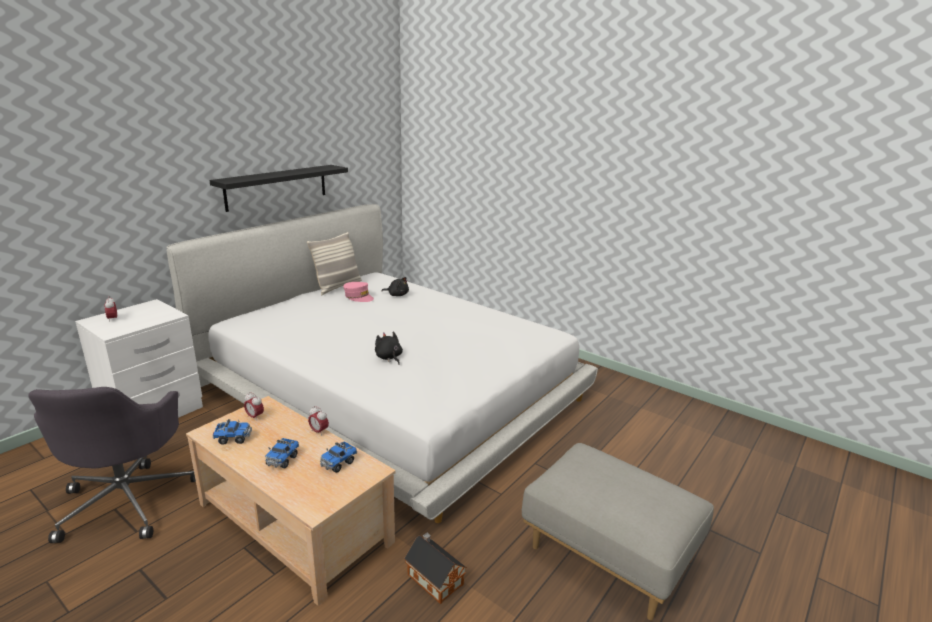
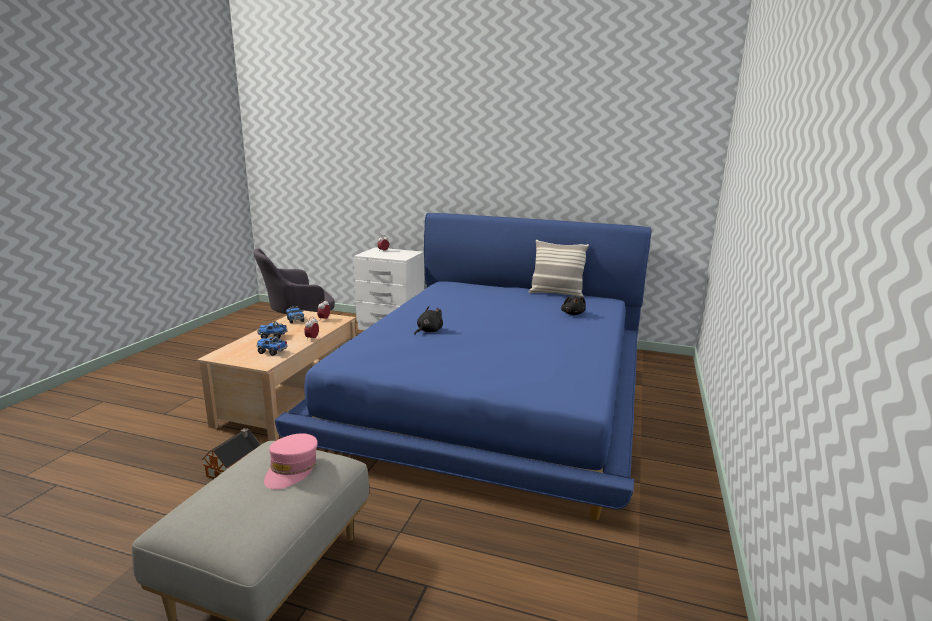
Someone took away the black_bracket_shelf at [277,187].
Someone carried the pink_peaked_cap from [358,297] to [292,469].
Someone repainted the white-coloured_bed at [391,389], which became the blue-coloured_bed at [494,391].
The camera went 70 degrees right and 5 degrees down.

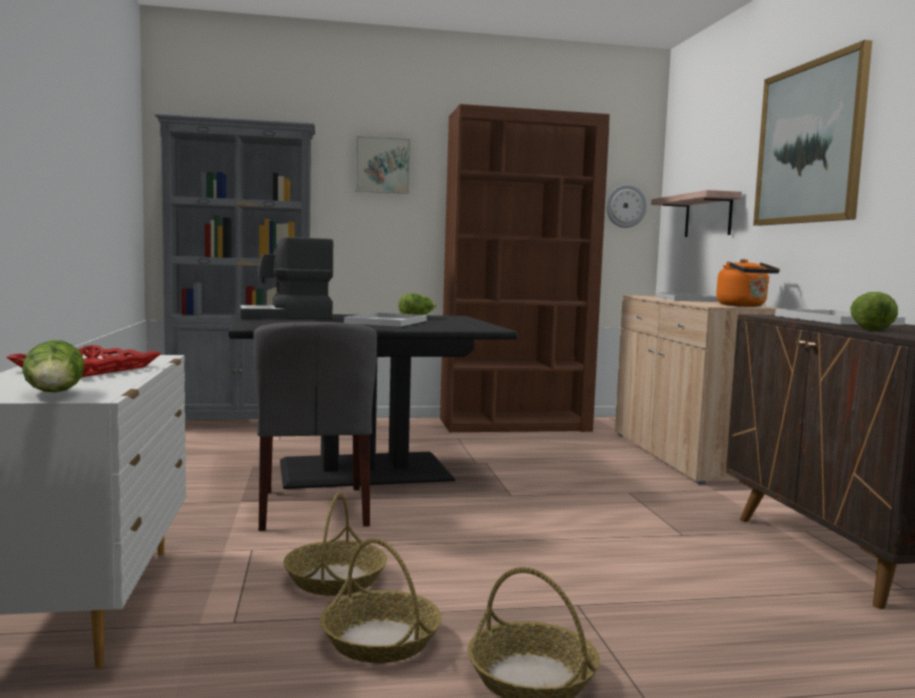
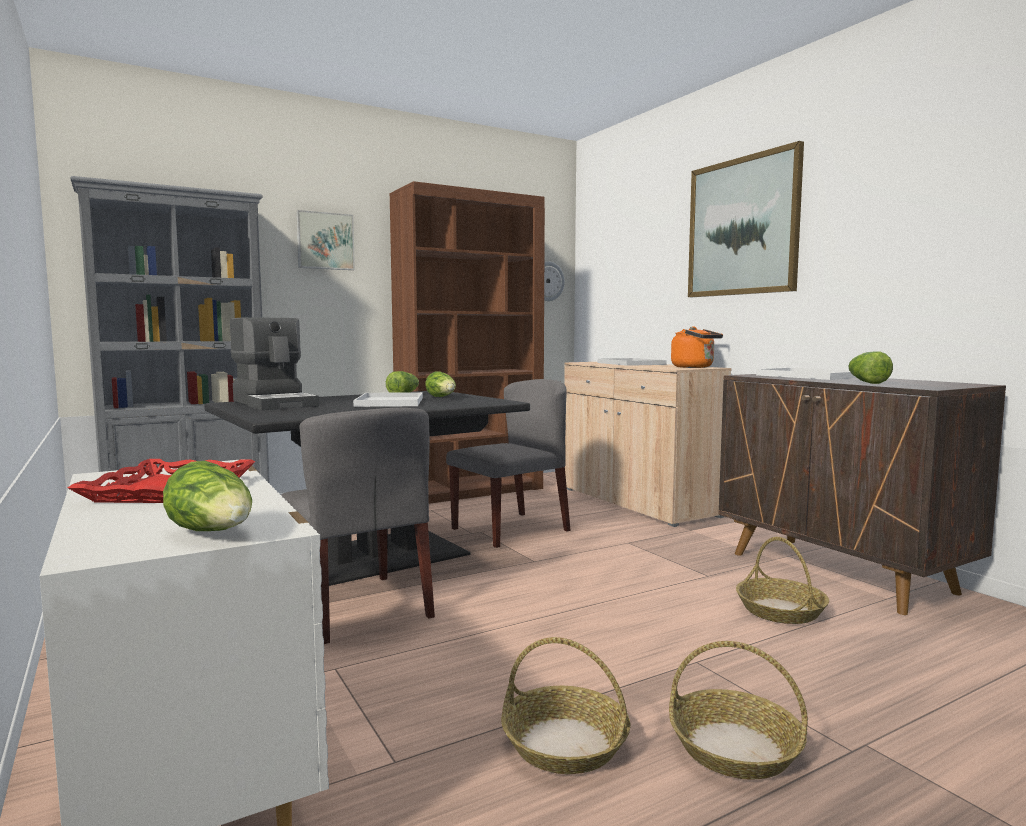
Someone took away the bracket_shelf at [708,216].
Someone put down the lettuce at [442,397].
Someone put down the grey_plain_chair at [511,529].
Someone carried the household_basket from [335,580] to [781,611].
Someone rotated the coffee_machine at [287,317] by 90 degrees counterclockwise.
The camera went 20 degrees left and 0 degrees up.

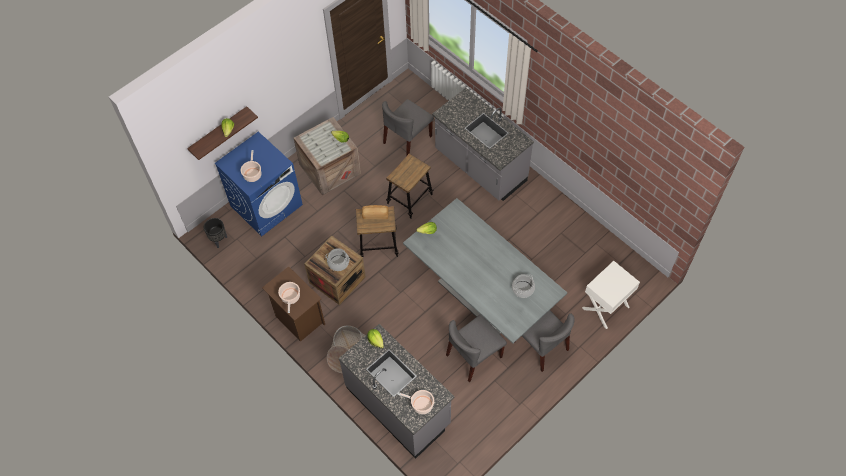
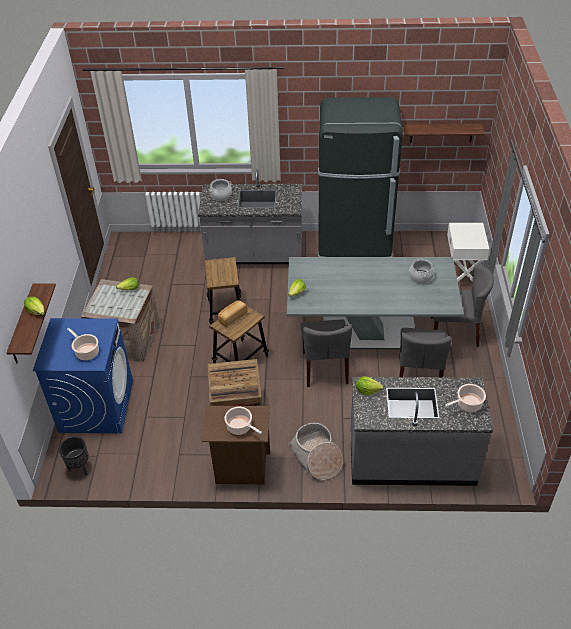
Someone put down the black_fridge at [354,250].
Someone put up the bracket_shelf at [441,133].
Someone carried the cooking_pot from [338,263] to [221,195].
Someone carried the grey_plain_chair from [407,140] to [325,368].
The camera went 45 degrees left and 15 degrees down.

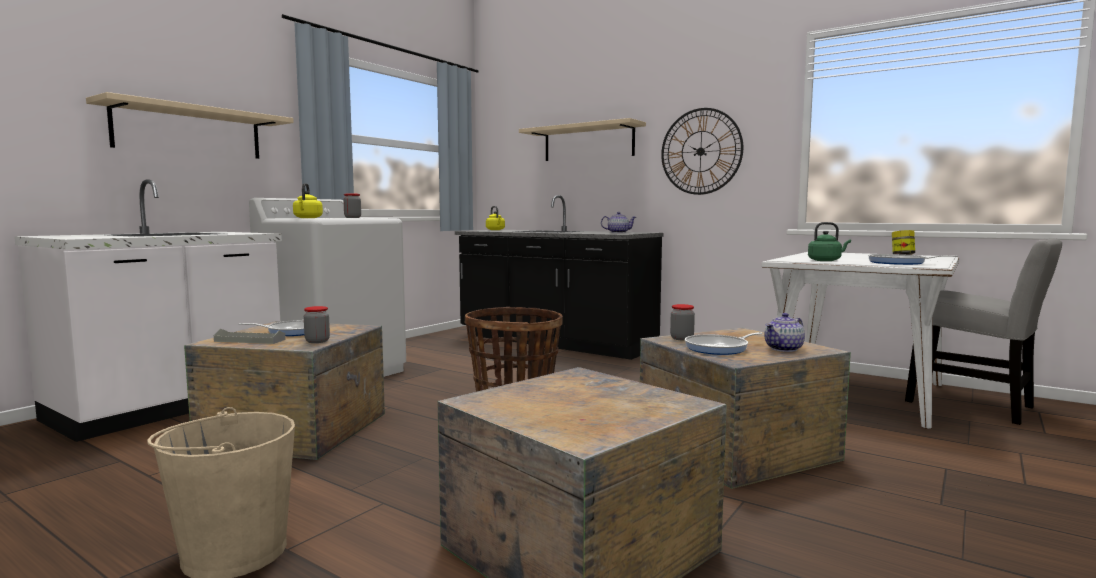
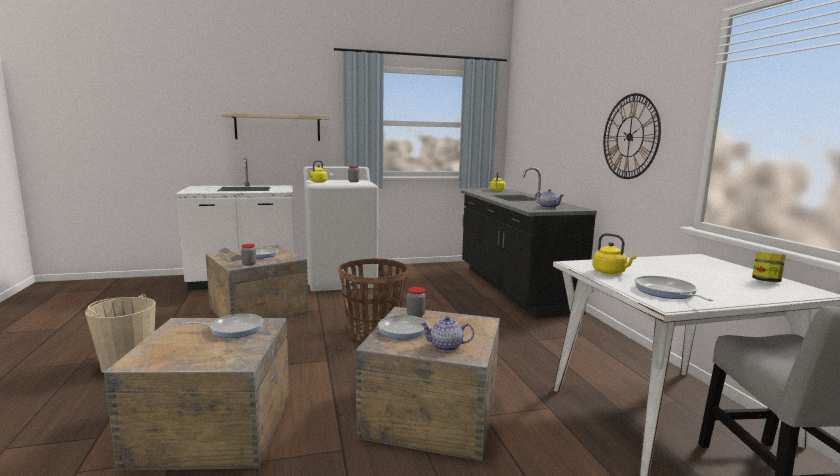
Someone took away the beige-coloured_bracket_shelf at [588,143].
Someone put down the skillet at [233,329].
Someone repainted the greenish_kettle at [826,260], which became the yellow_kettle at [610,272].
The camera went 40 degrees right and 5 degrees up.

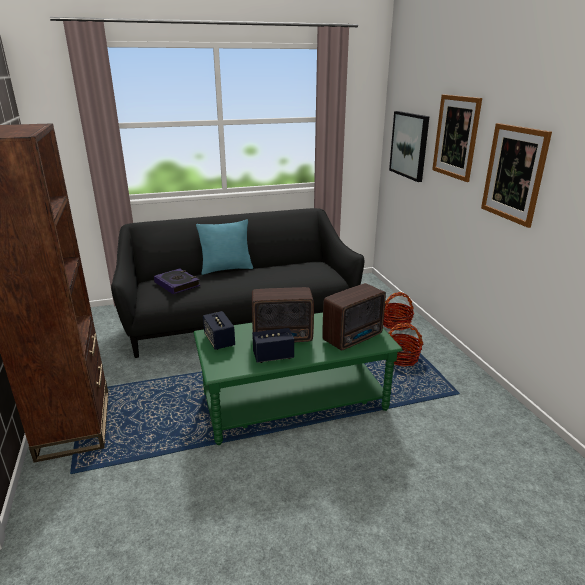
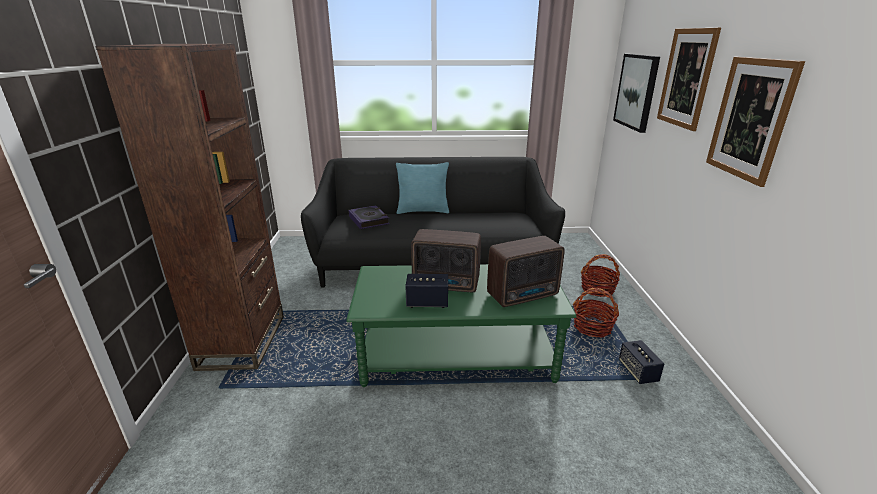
Someone carried the loudspeaker from [219,341] to [637,372].
The camera went 15 degrees right and 0 degrees up.

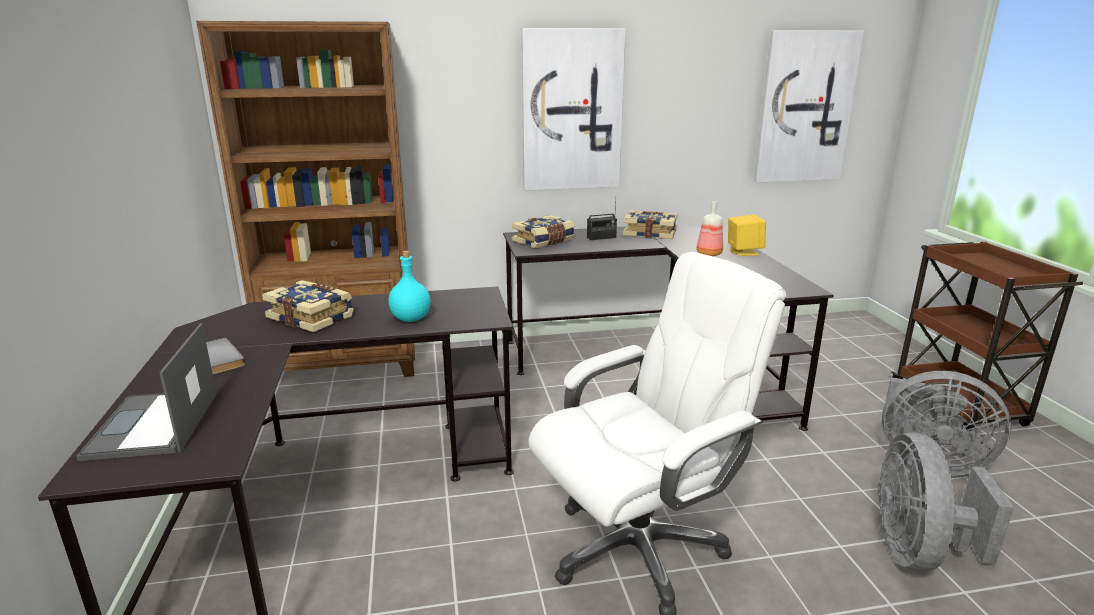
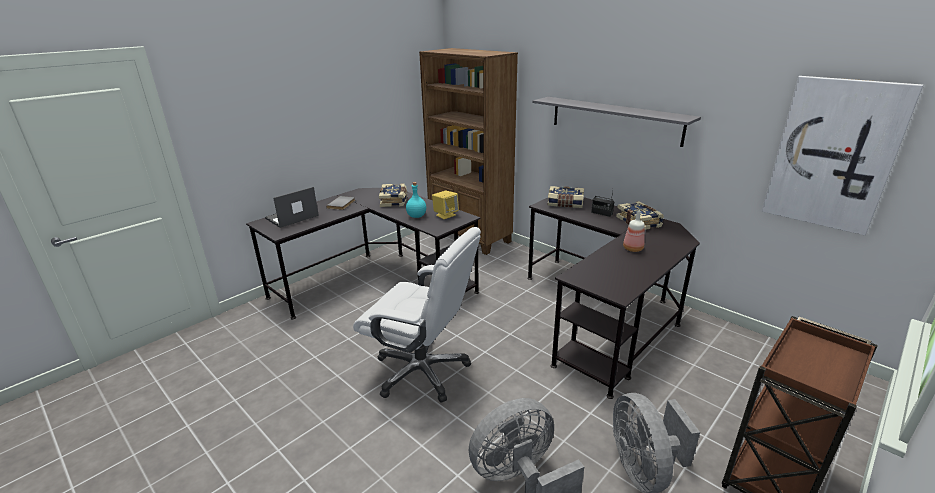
Someone carried the yellow_loudspeaker from [743,252] to [445,215].
Someone swapped the picture at [572,111] for the grey_bracket_shelf at [614,120].
The camera went 55 degrees right and 5 degrees up.

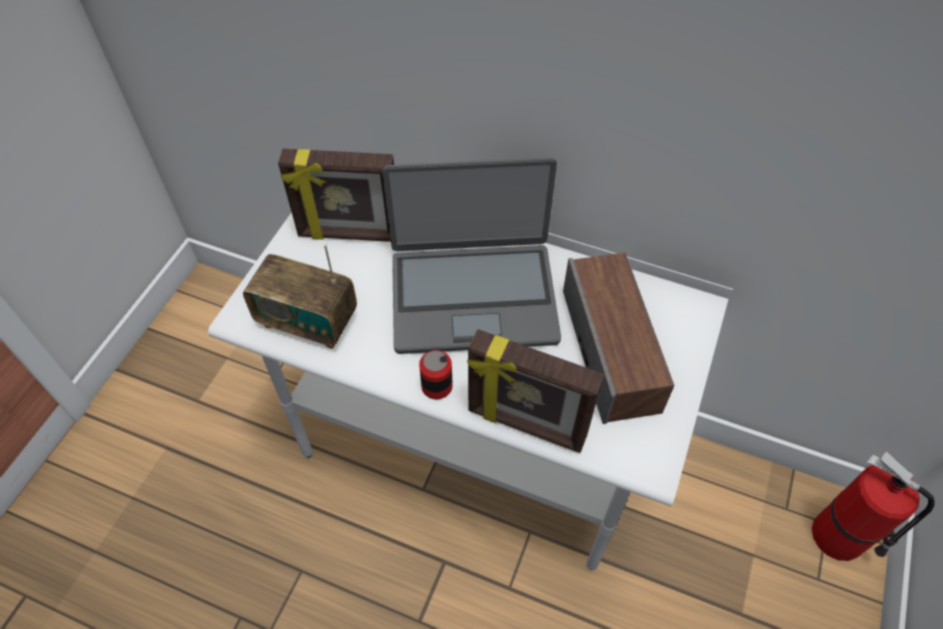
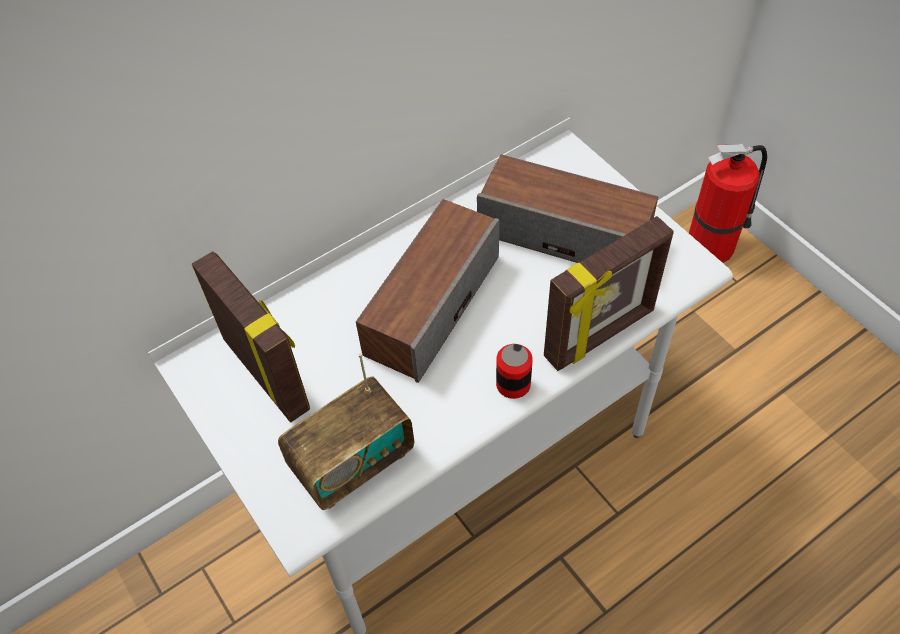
Someone swapped the laptop at [473,296] for the loudspeaker at [431,304].
Someone rotated the photo_frame at [349,235] by 75 degrees counterclockwise.
The camera went 55 degrees left and 0 degrees up.

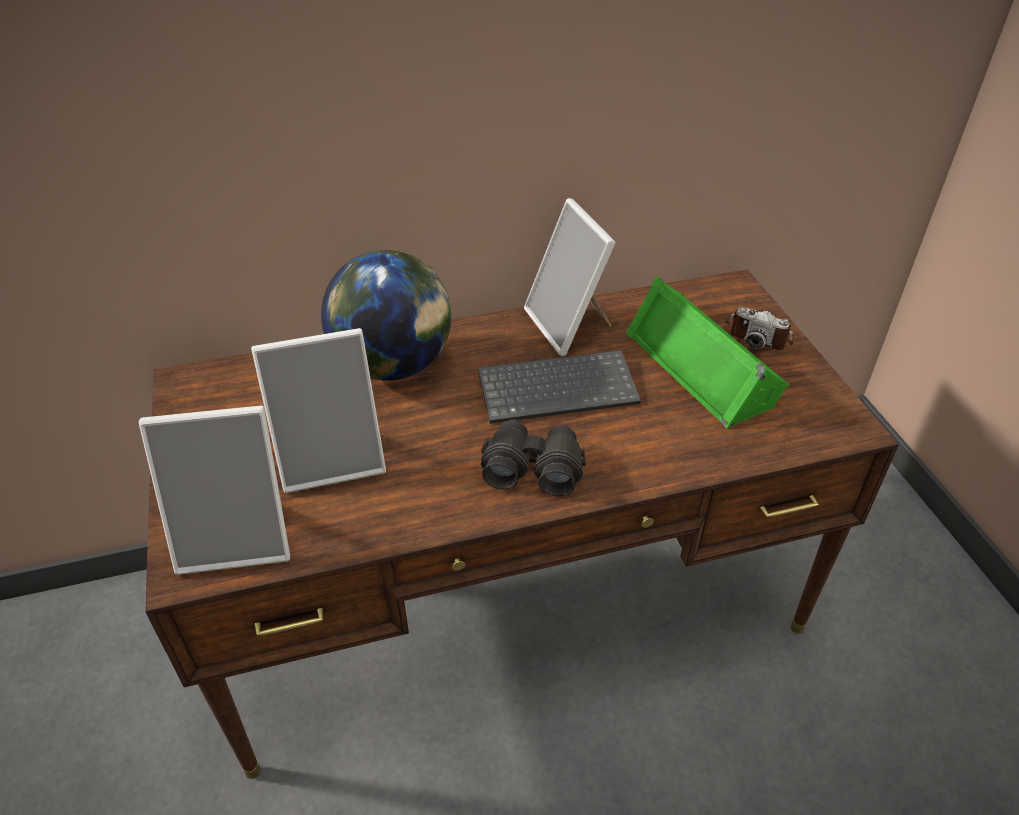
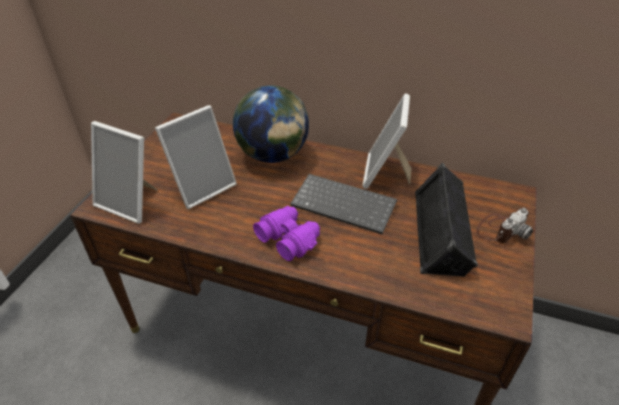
Someone repainted the black_field_glasses at [532,467], which became the purple_field_glasses at [288,238].
Someone repainted the greenish_loudspeaker at [703,366], which became the black_loudspeaker at [443,231].
Someone rotated the photo_frame at [332,458] by 60 degrees counterclockwise.
Someone rotated the still_camera at [758,334] by 105 degrees counterclockwise.
The camera went 35 degrees right and 0 degrees up.

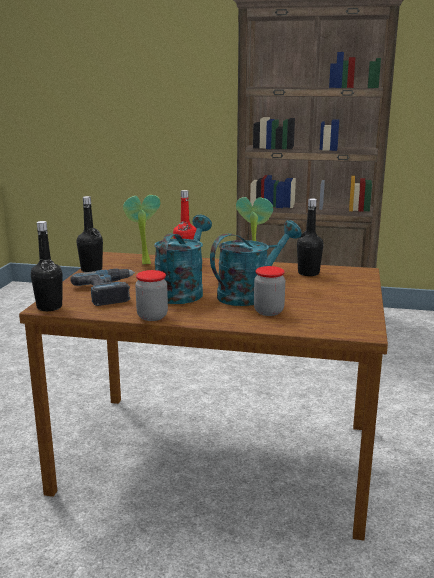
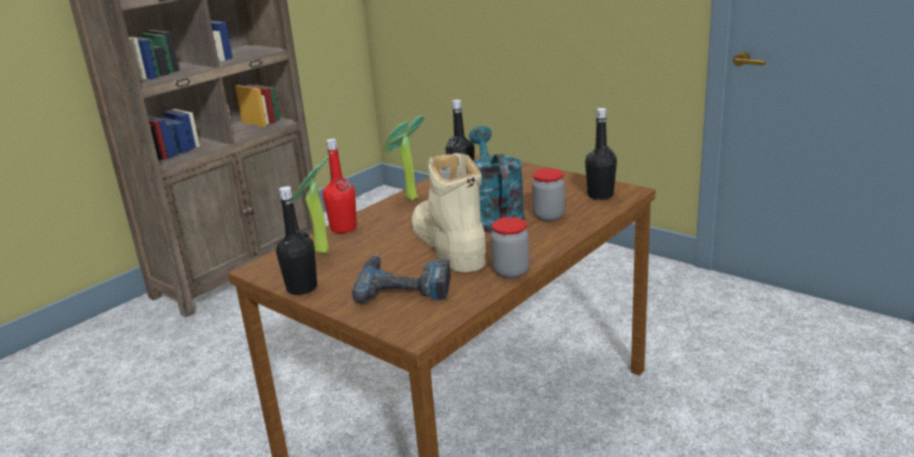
Someone carried the black_bottle from [49,307] to [600,195].
Someone swapped the turquoise_watering_pot at [182,291] for the beige-coloured_tall_boot at [448,245].
The camera went 60 degrees left and 5 degrees up.

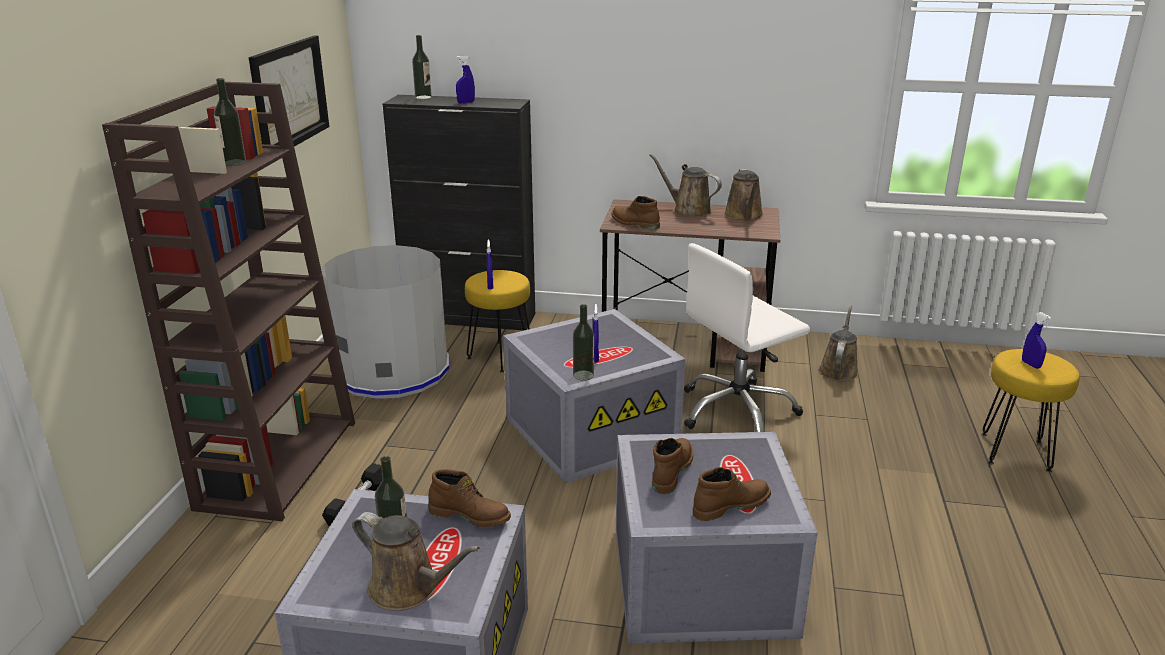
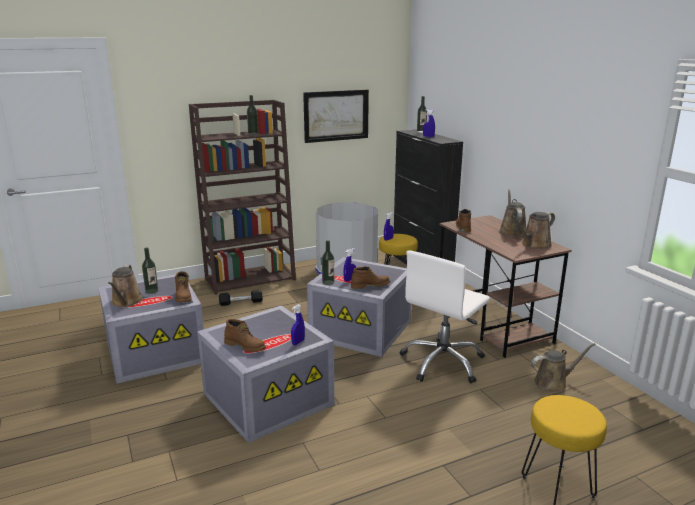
Someone carried the brown_tall_boot from [670,471] to [370,285].
Someone carried the blue-coloured_hand_sprayer from [1031,364] to [298,342].
Someone rotated the white-coloured_office_chair at [737,411] by 75 degrees counterclockwise.
The camera went 55 degrees right and 5 degrees down.

